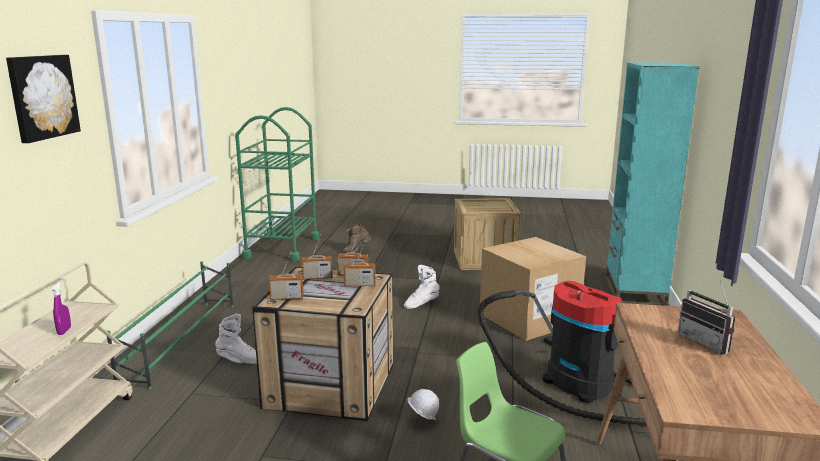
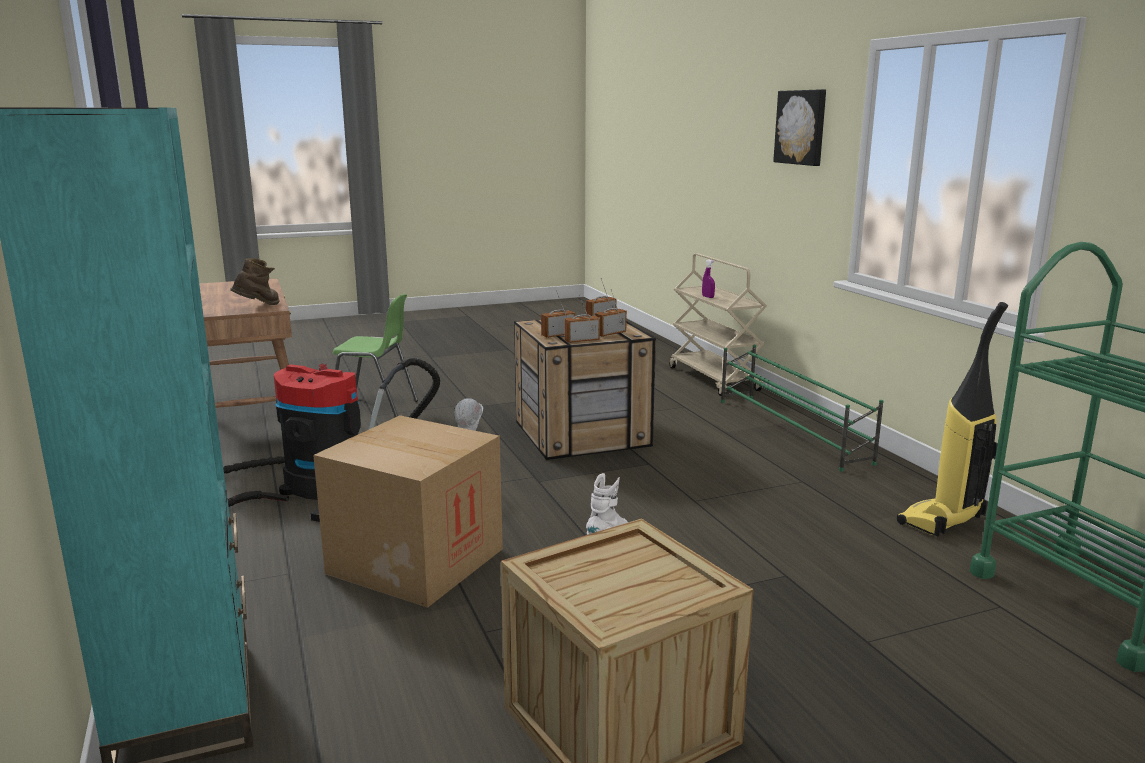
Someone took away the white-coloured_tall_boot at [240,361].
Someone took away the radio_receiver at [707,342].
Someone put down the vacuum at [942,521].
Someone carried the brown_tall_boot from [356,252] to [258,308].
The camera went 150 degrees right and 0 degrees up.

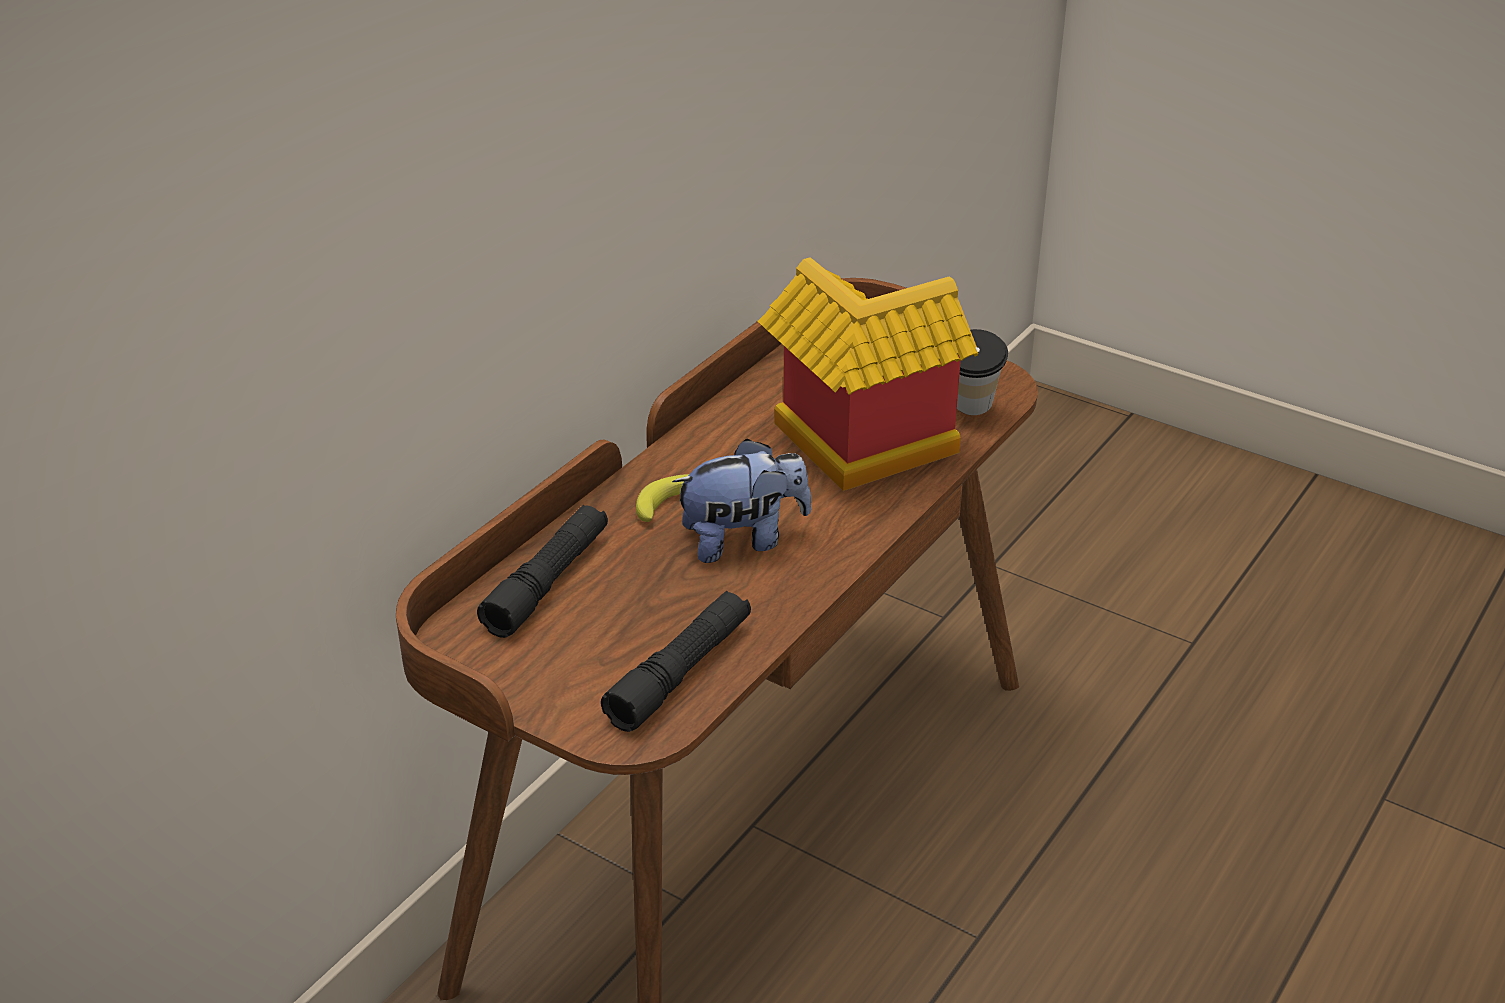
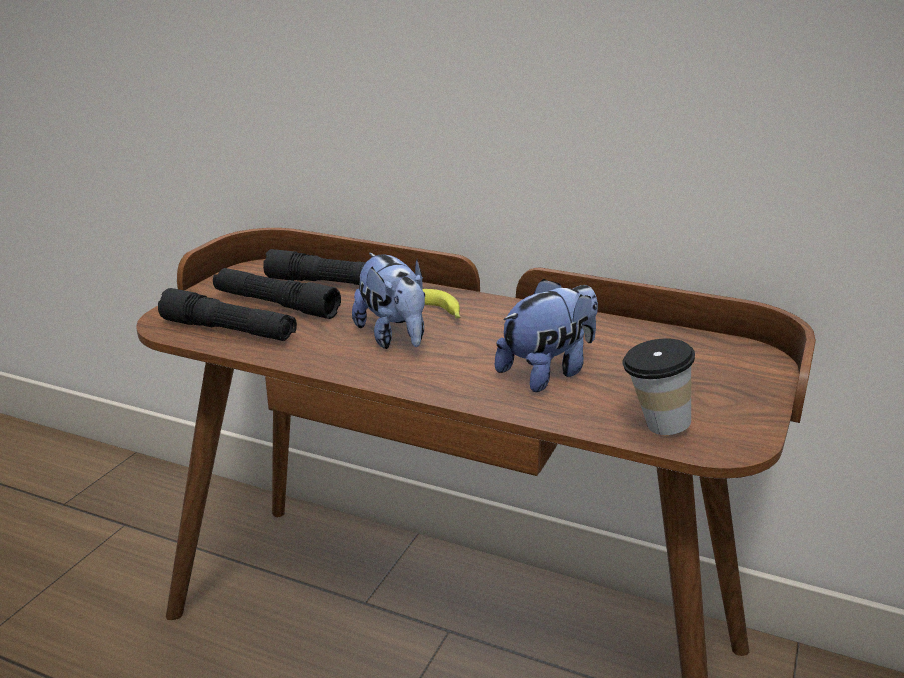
Someone put down the black_torch at [276,305].
Someone swapped the miniature_house at [855,449] for the plush_toy at [548,372].
The camera went 80 degrees right and 10 degrees down.

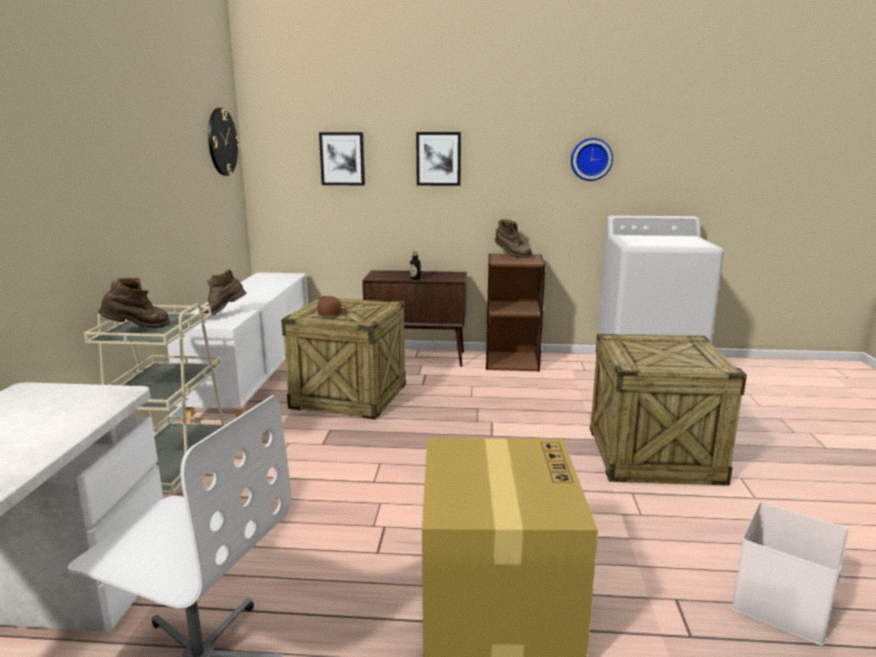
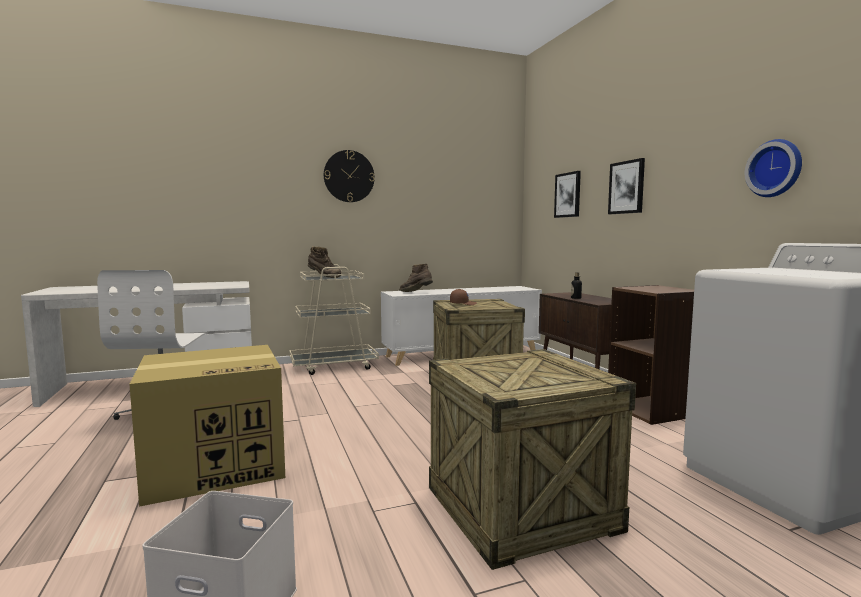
Someone took away the brown_tall_boot at [511,255].
Someone carried the hanging_clock from [222,142] to [349,176].
The camera went 65 degrees right and 10 degrees down.

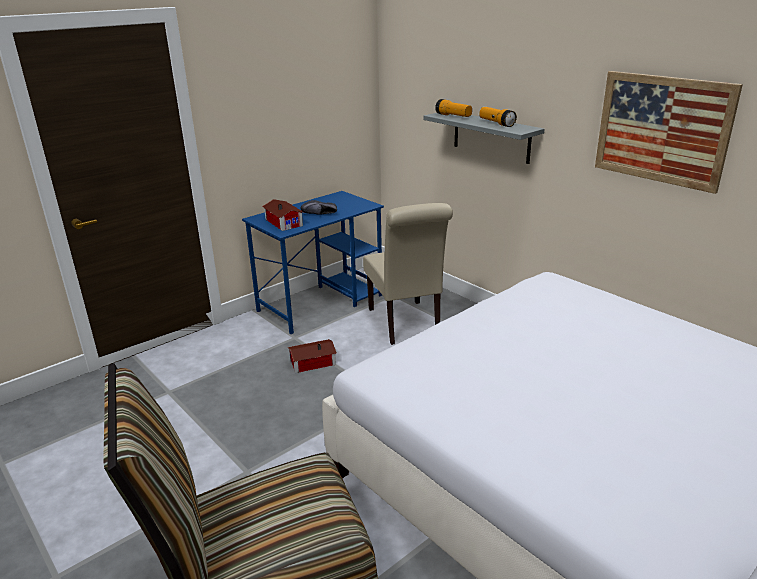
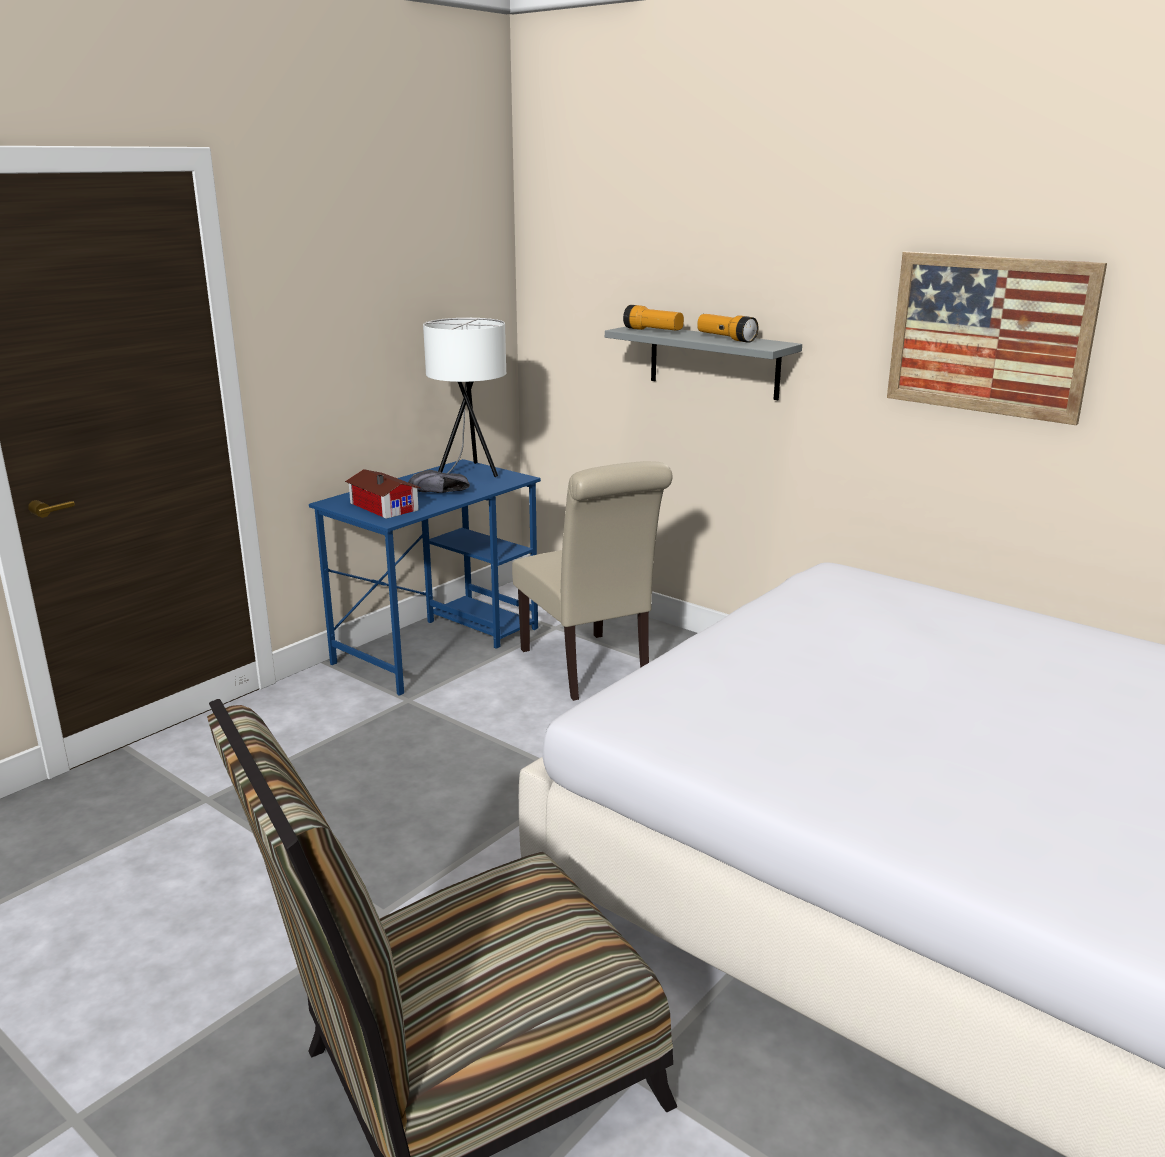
Someone took away the miniature_house at [311,362].
Someone put down the white-coloured_tabletop_lamp at [466,473].
The camera went 10 degrees left and 5 degrees down.

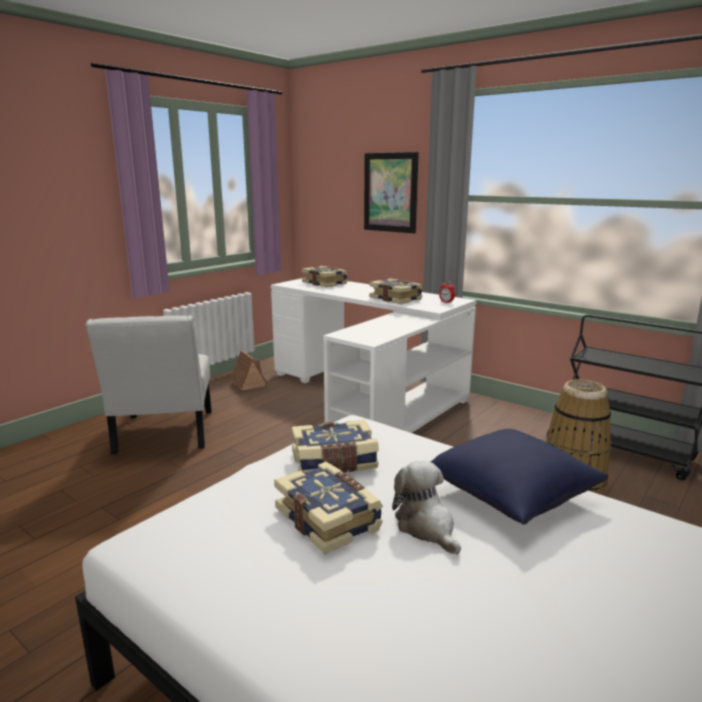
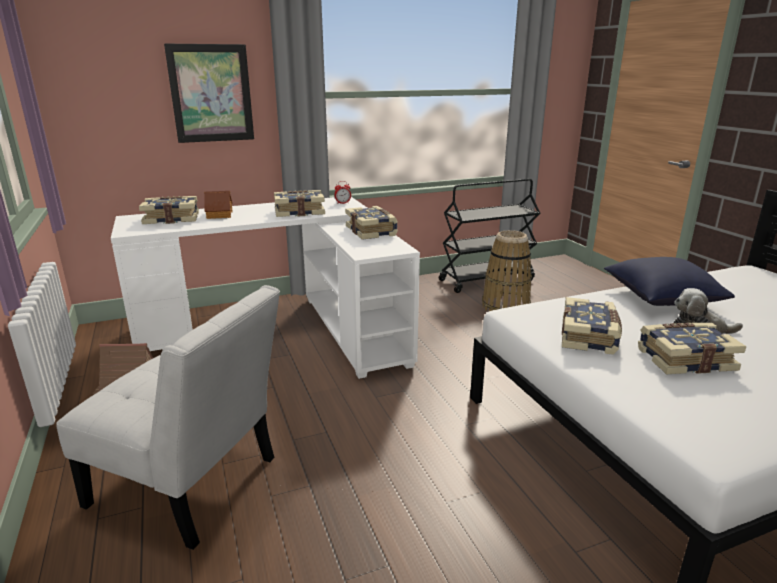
Someone put down the miniature_house at [220,215].
Someone put down the volume at [372,231].
The camera went 60 degrees left and 5 degrees up.

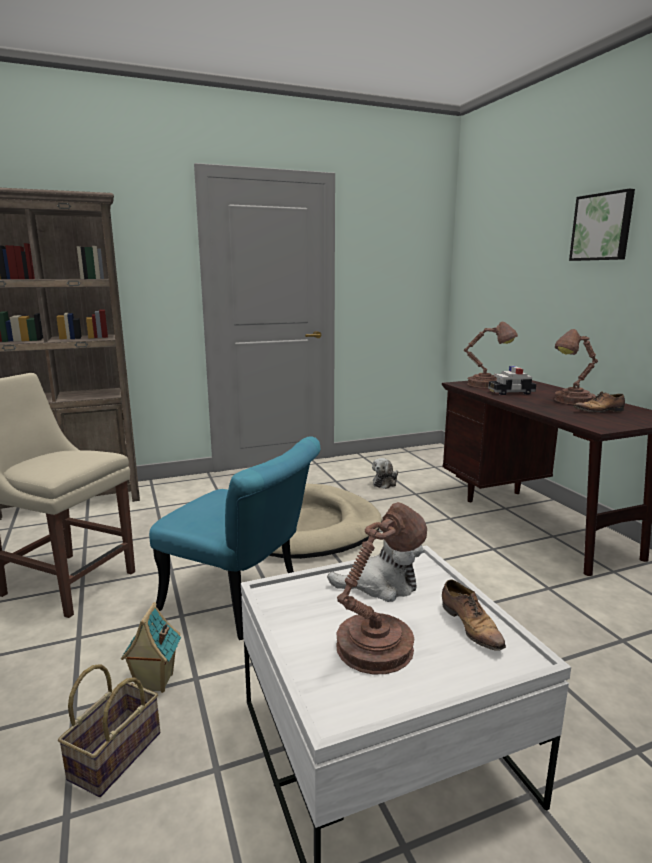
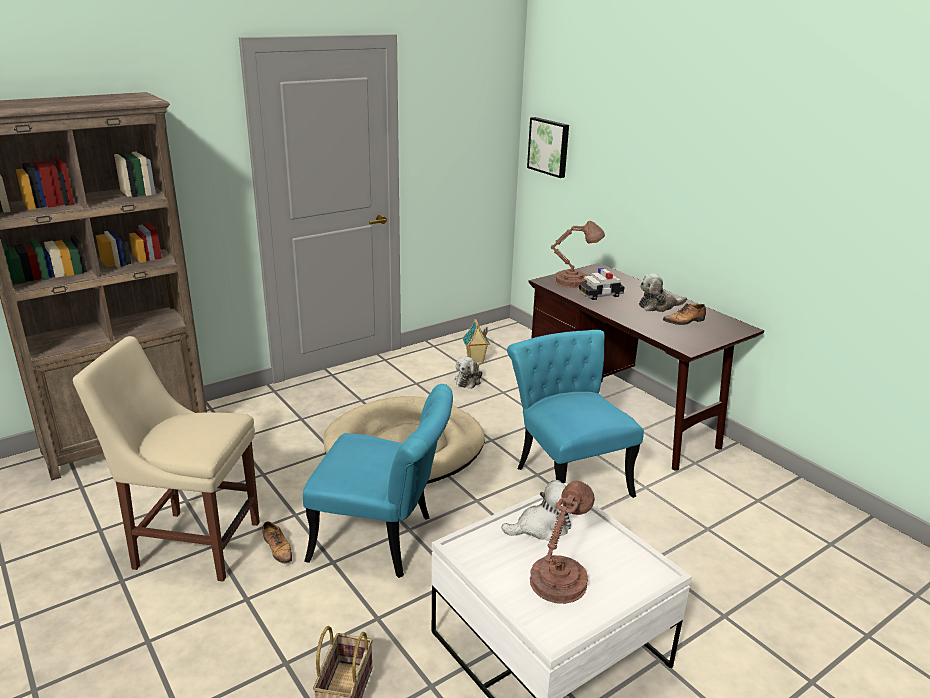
Someone put down the turquoise_plain_chair at [566,475].
Someone carried the miniature_house from [154,683] to [475,360].
Someone carried the shoe from [471,626] to [278,549].
Someone carried the picture from [602,227] to [549,146].
Someone swapped the brown_tabletop_lamp at [572,401] for the plush_toy at [658,306].
The camera went 15 degrees left and 10 degrees up.

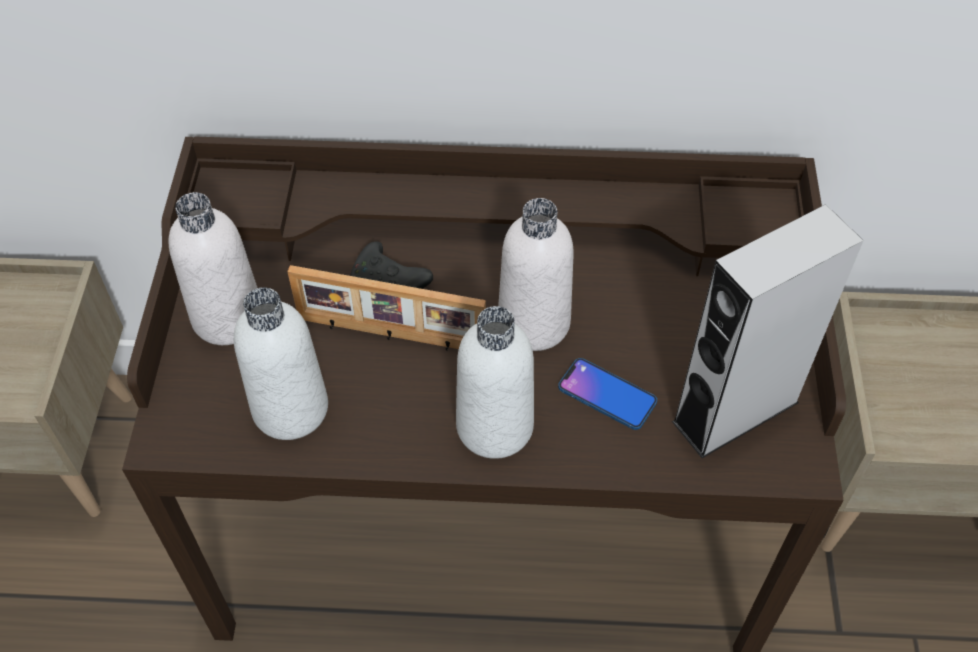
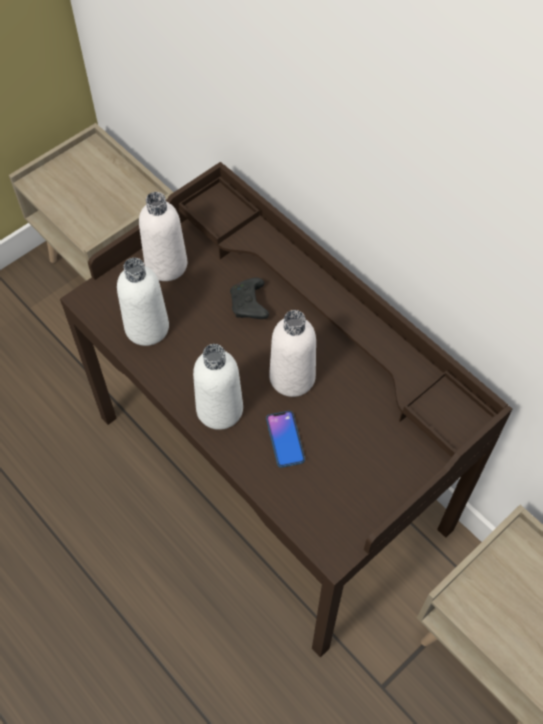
Someone took away the photo_frame at [390,335].
Someone took away the grey_loudspeaker at [735,412].
The camera went 45 degrees right and 5 degrees up.

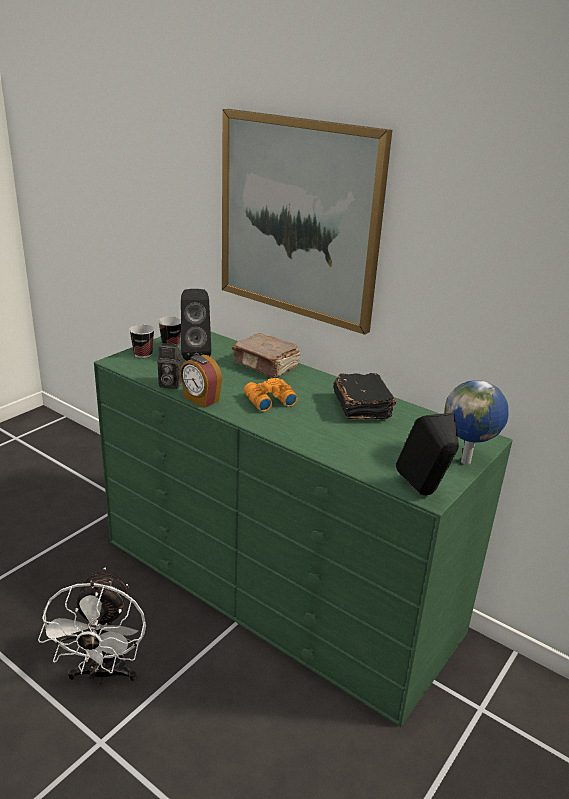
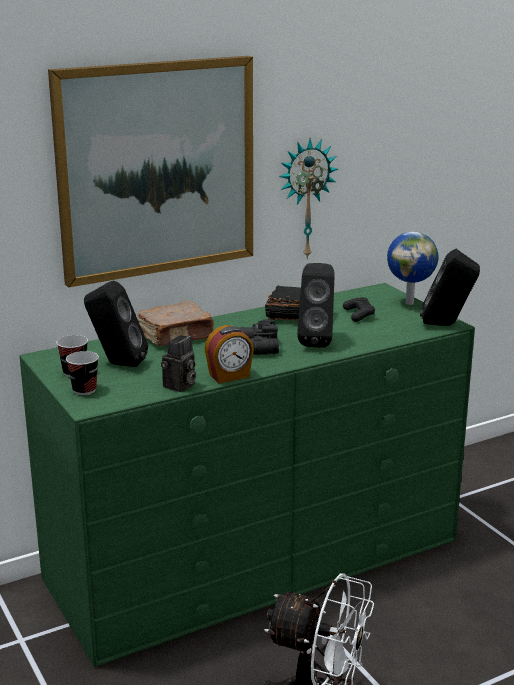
Someone put up the hanging_clock at [305,198].
Someone put down the black_loudspeaker at [317,341].
Someone put down the black_gamepad at [359,315].
Someone repainted the orange-coloured_field_glasses at [268,401], which became the black_field_glasses at [256,348].
The camera went 65 degrees left and 5 degrees down.

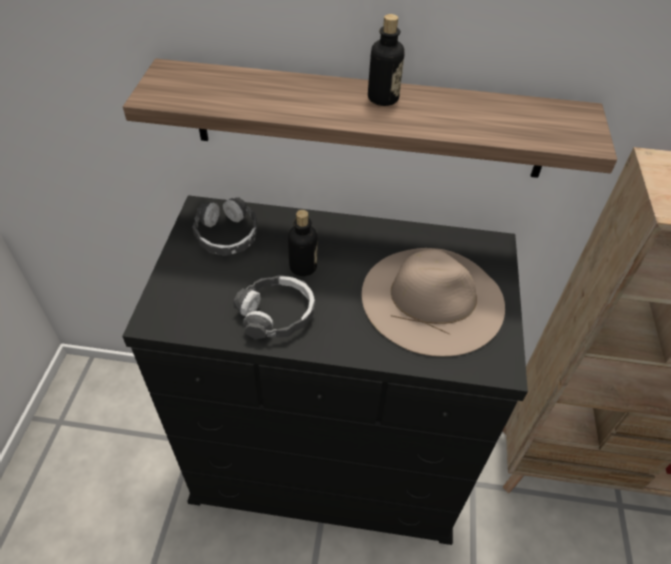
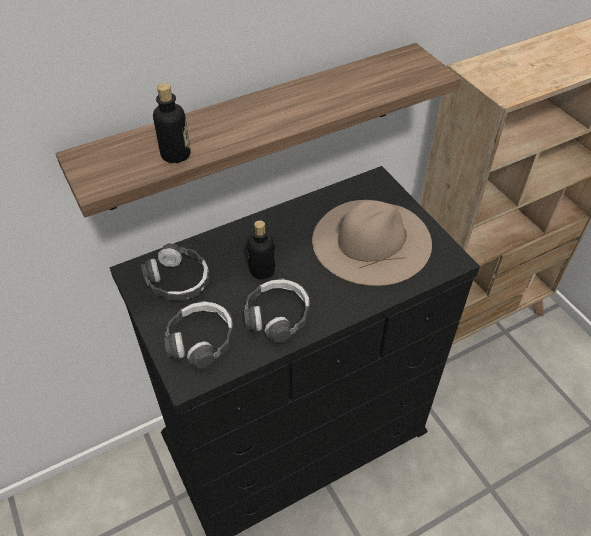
Someone put down the headset at [201,339].
Someone carried the bottle from [383,98] to [176,154].
The camera went 35 degrees left and 0 degrees up.

